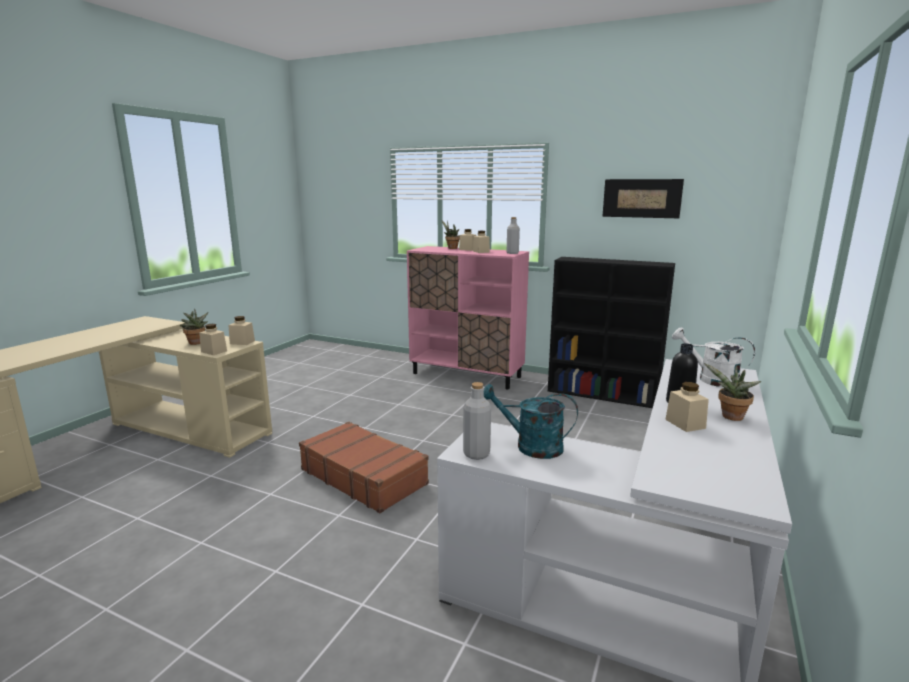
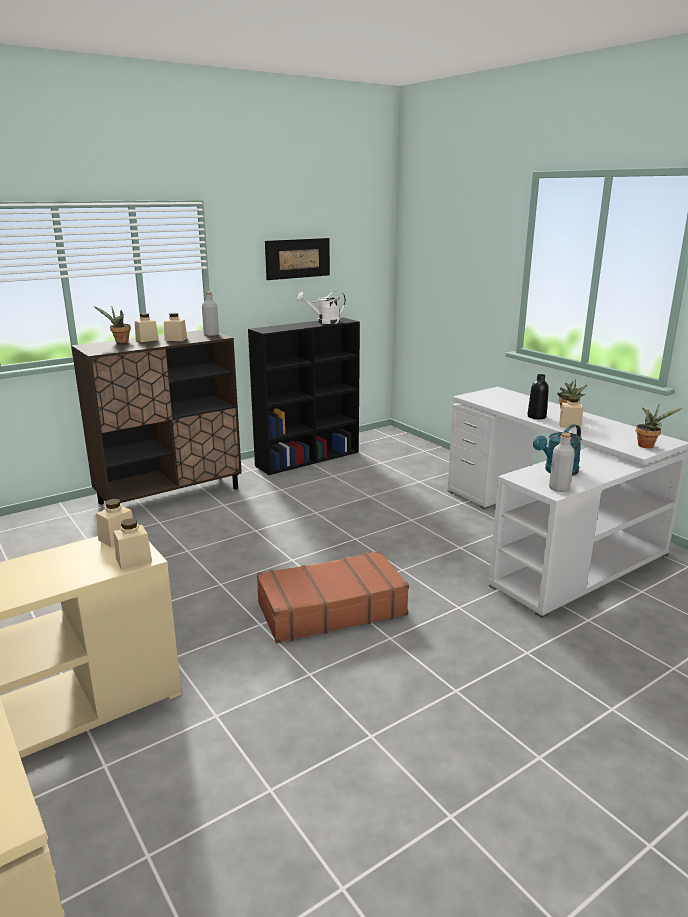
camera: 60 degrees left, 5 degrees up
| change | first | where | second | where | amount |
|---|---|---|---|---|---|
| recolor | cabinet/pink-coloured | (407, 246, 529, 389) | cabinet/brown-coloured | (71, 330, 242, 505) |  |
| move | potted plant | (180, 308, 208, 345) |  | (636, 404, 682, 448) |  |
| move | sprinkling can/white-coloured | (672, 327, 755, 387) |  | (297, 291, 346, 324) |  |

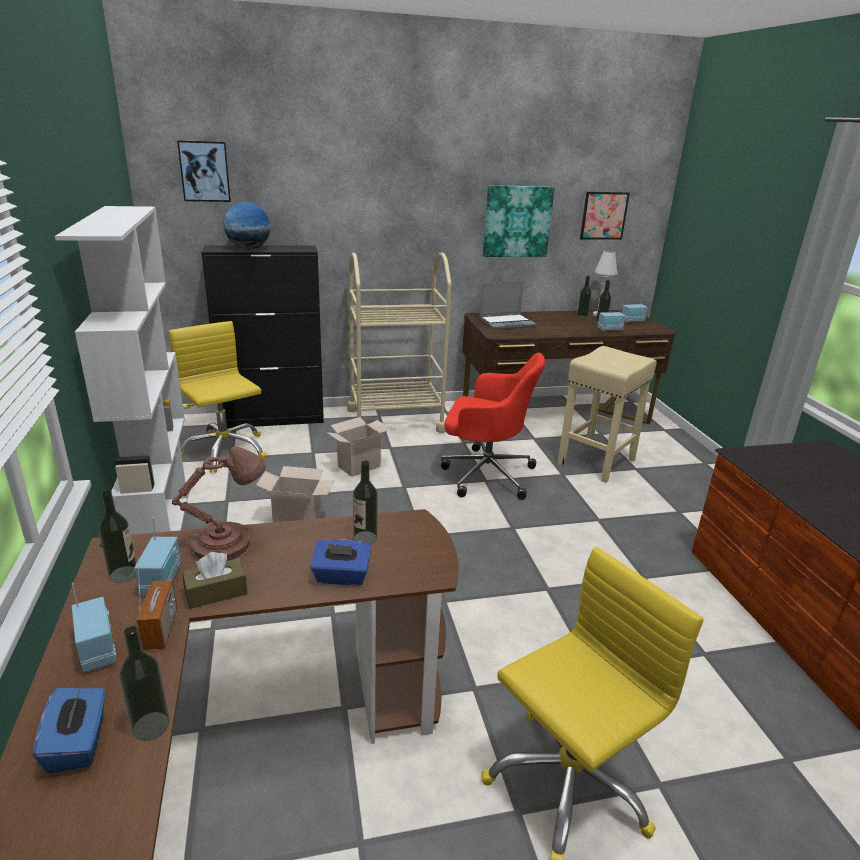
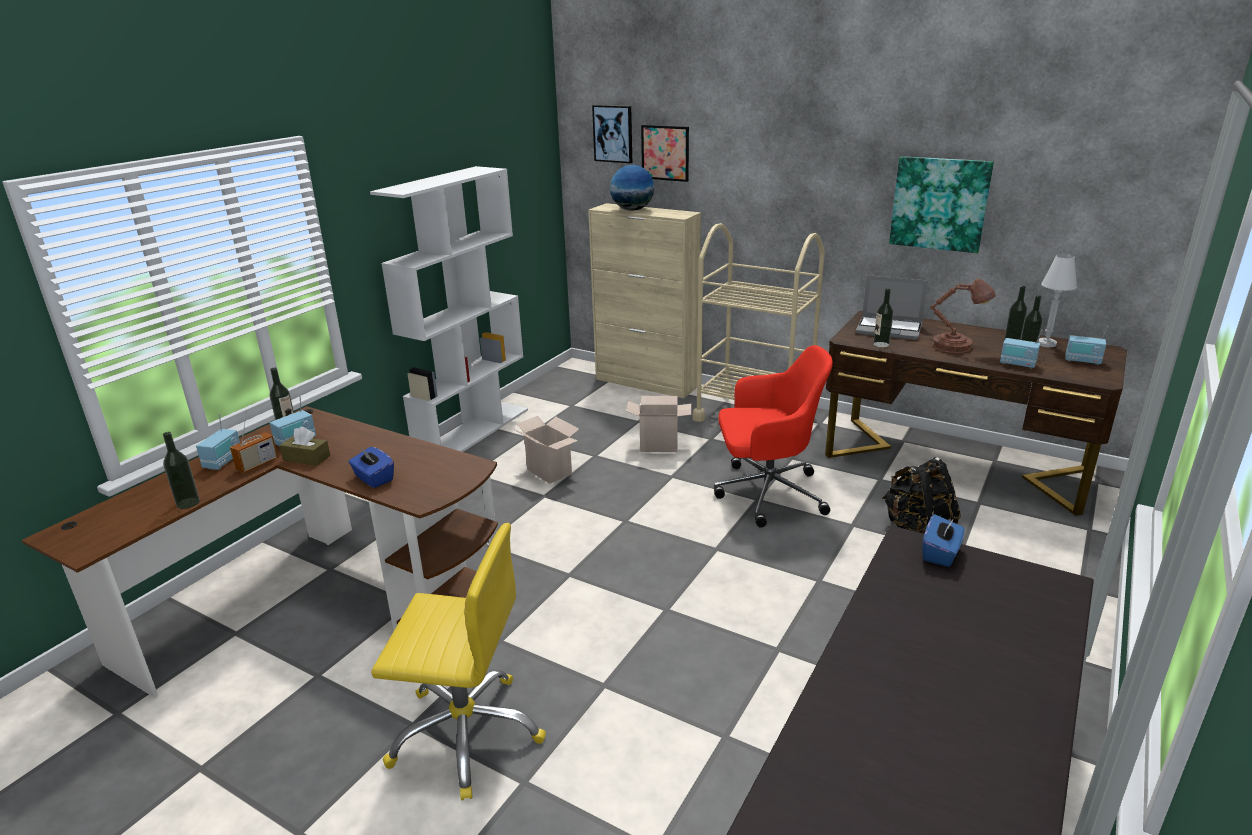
camera: 45 degrees right, 0 degrees up
| change | first | where | second | where | amount |
|---|---|---|---|---|---|
| move | wall art | (580, 192, 630, 240) |  | (641, 125, 689, 182) |  |
| recolor | cabinet/black | (201, 245, 324, 428) | cabinet/sand-coloured | (588, 203, 701, 398) |  |
| delete | office chair/yellow-coloured | (168, 321, 267, 473) |  |  |  |
| replace | stool seat/sand-coloured | (557, 346, 657, 483) | backpack/black | (882, 457, 961, 534) |  |
| rotate | office chair/reddish | (441, 353, 545, 500) |  | (714, 345, 833, 528) | 60 degrees counterclockwise |
| move | table lamp/brown-coloured | (172, 447, 266, 561) |  | (930, 279, 995, 353) |  |
| move | beverage bottle | (353, 461, 378, 544) |  | (873, 289, 893, 348) |  |
| move | tissue box/bluish | (33, 687, 105, 774) |  | (922, 514, 964, 567) |  |

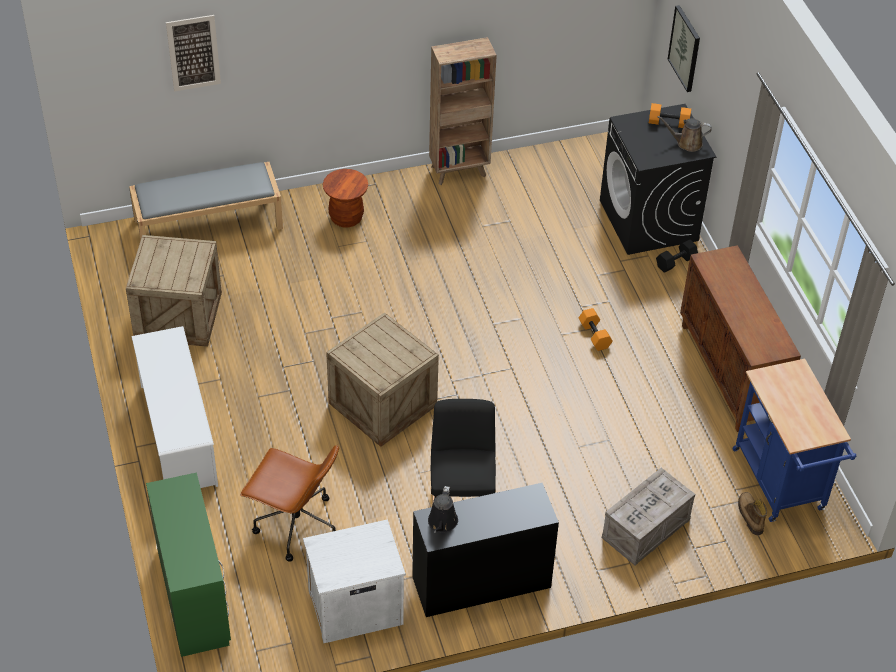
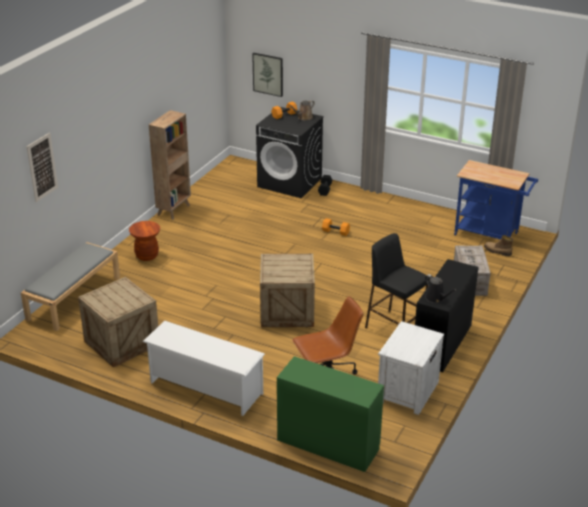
camera: 45 degrees left, 15 degrees down
| change | first | where | second | where | amount |
|---|---|---|---|---|---|
| delete | cabinet/brown-coloured | (680, 245, 801, 432) |  |  |  |

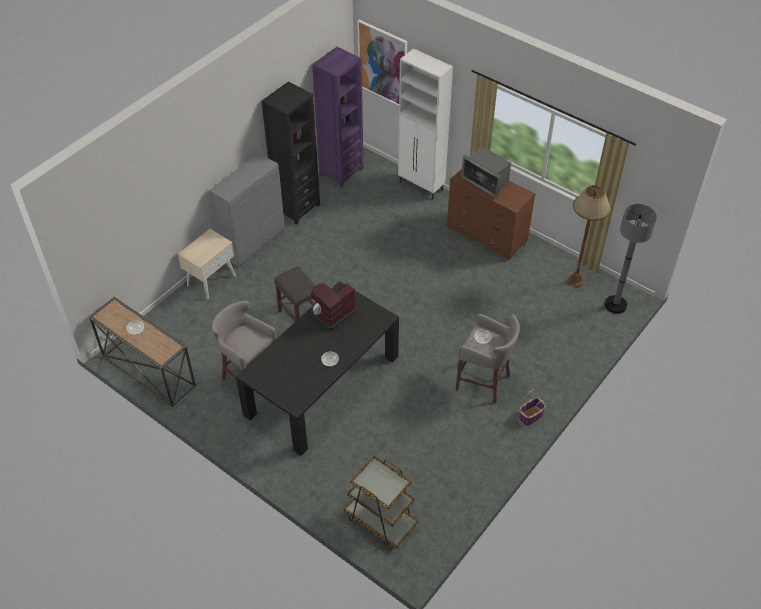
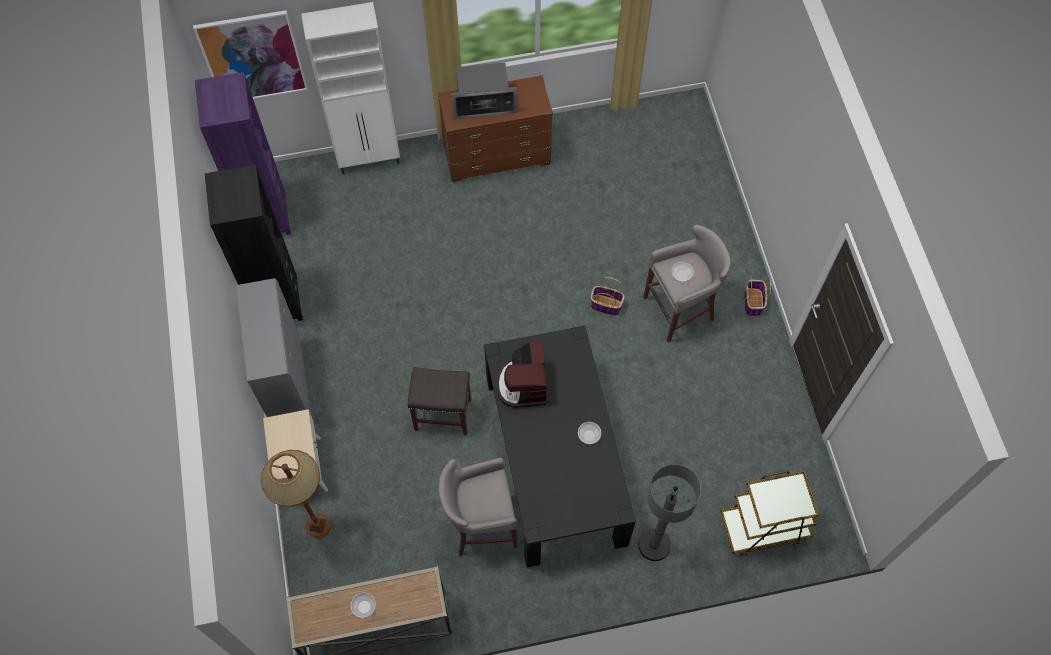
camera: 50 degrees left, 15 degrees up
| change | first | where | second | where | amount |
|---|---|---|---|---|---|
| move | floor lamp/brown-coloured | (567, 185, 611, 288) |  | (261, 450, 331, 539) |  |
| move | floor lamp/grey | (605, 204, 657, 314) |  | (638, 464, 701, 561) |  |
| insert |  |  | basket | (591, 277, 625, 316) |  |

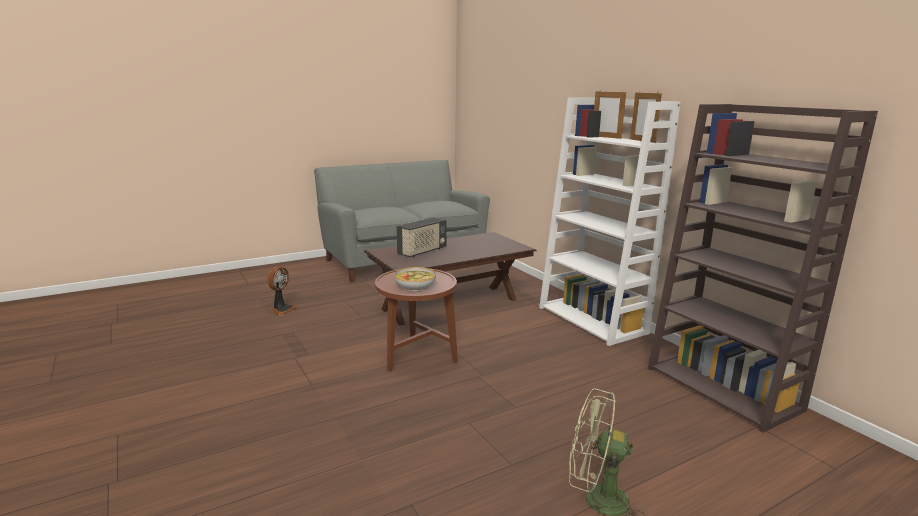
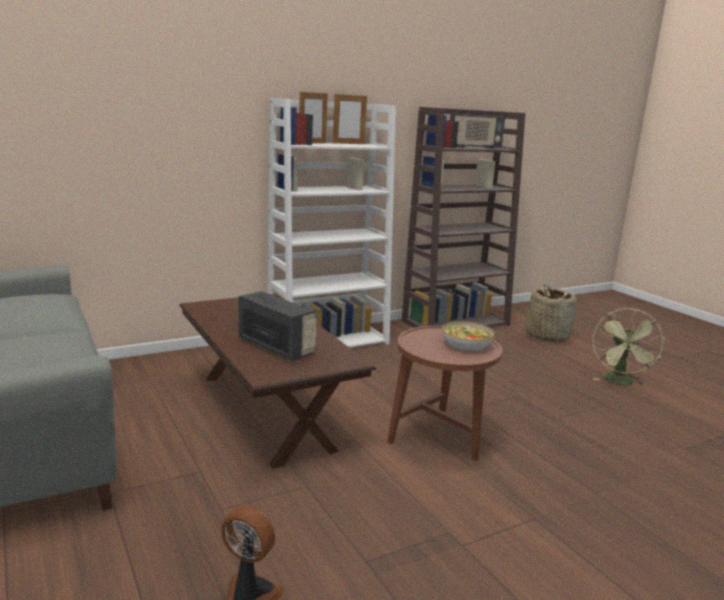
camera: 90 degrees left, 0 degrees up
| change | first | where | second | where | amount |
|---|---|---|---|---|---|
| insert |  |  | radio receiver | (450, 114, 505, 149) |  |
| insert |  |  | basket | (525, 284, 576, 342) |  |

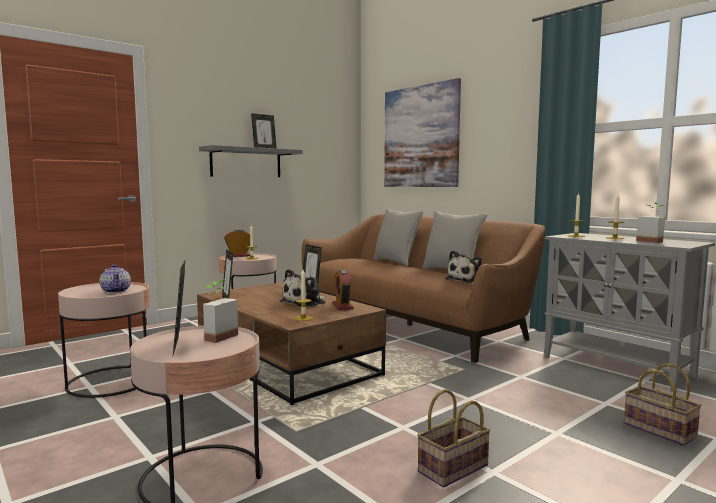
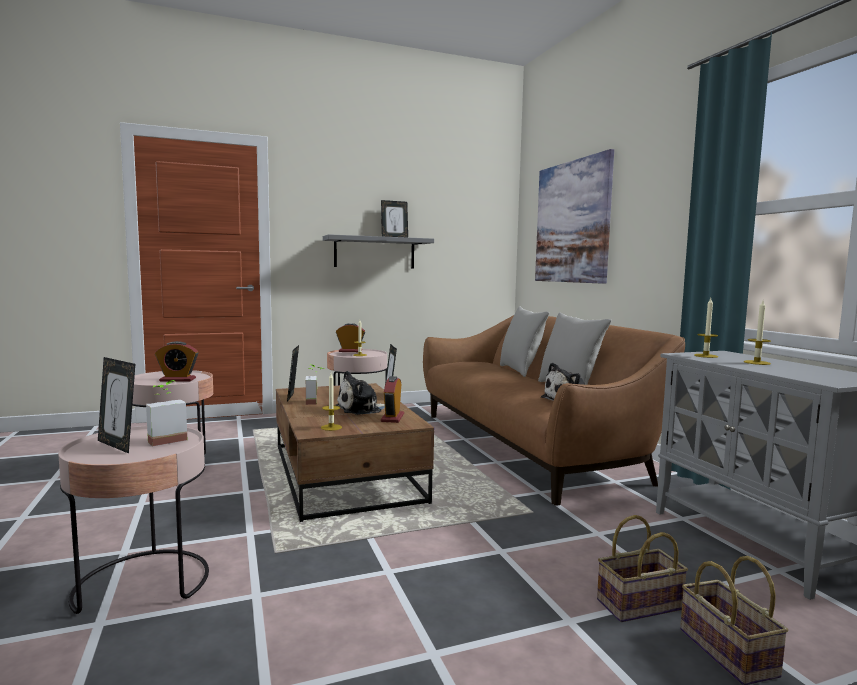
camera: 20 degrees right, 0 degrees up
| change | first | where | second | where | amount |
|---|---|---|---|---|---|
| move | potted plant | (636, 203, 665, 243) |  | (306, 364, 322, 405) |  |
| rotate | standing frame | (173, 259, 186, 355) |  | (98, 357, 135, 454) | 60 degrees counterclockwise |
| replace | teapot | (100, 264, 131, 293) | alarm clock | (155, 341, 198, 382) |  |
| move | basket | (417, 389, 490, 488) |  | (597, 515, 688, 622) |  |

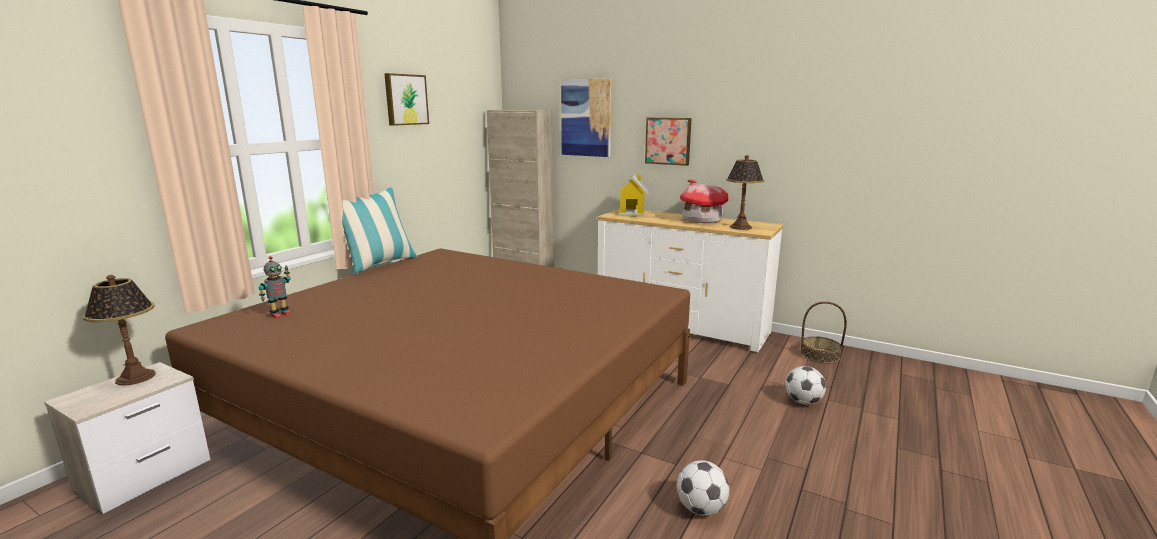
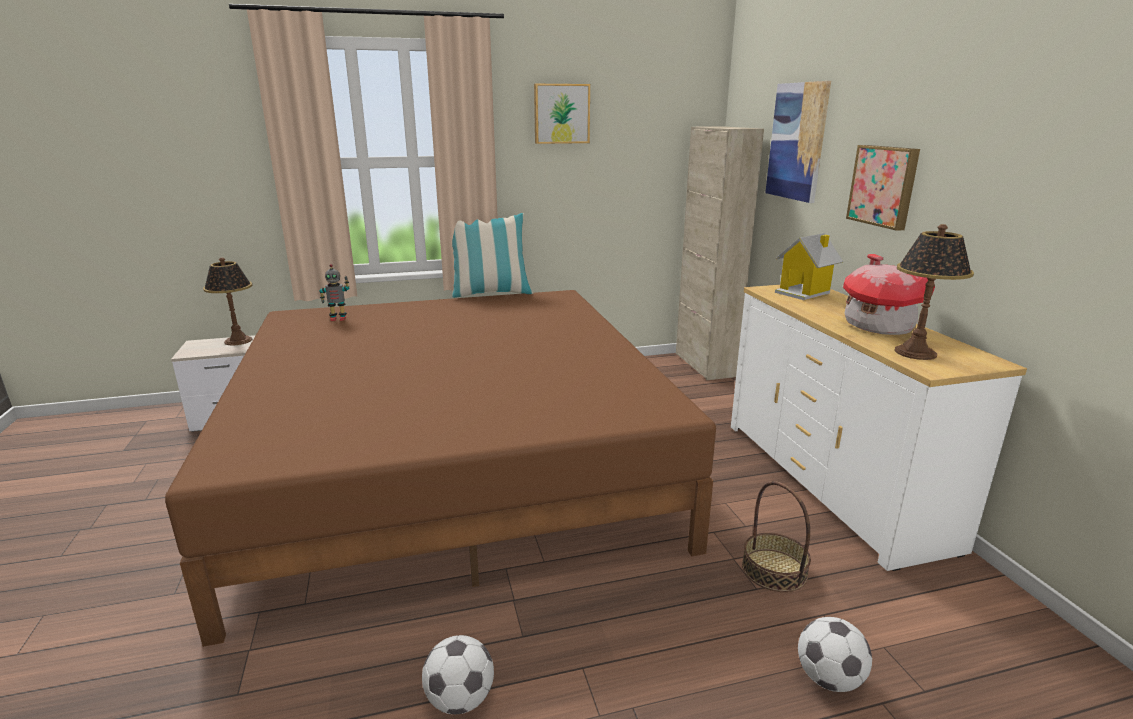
camera: 45 degrees right, 5 degrees up
| change | first | where | second | where | amount |
|---|---|---|---|---|---|
| move | basket | (801, 301, 847, 364) |  | (742, 481, 811, 592) |  |

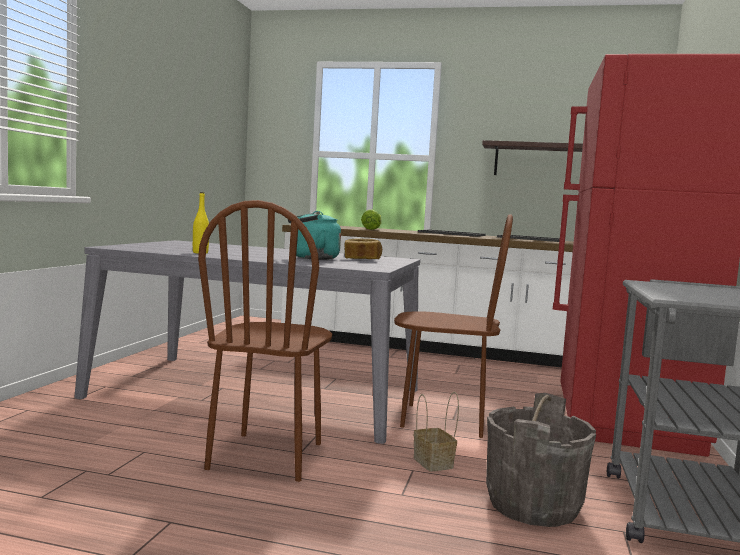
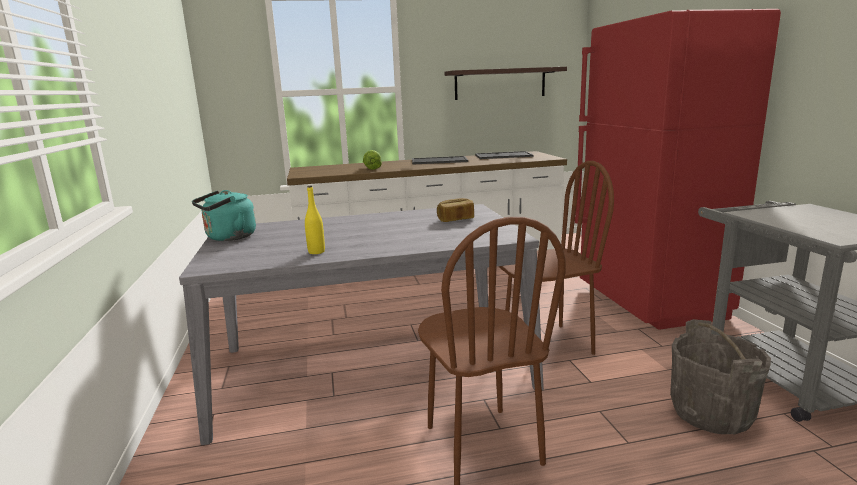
camera: 25 degrees left, 10 degrees up
| change | first | where | second | where | amount |
|---|---|---|---|---|---|
| move | tea kettle/blue-green | (288, 211, 341, 260) |  | (192, 190, 256, 241) |  |
| delete | basket | (414, 392, 459, 472) |  |  |  |

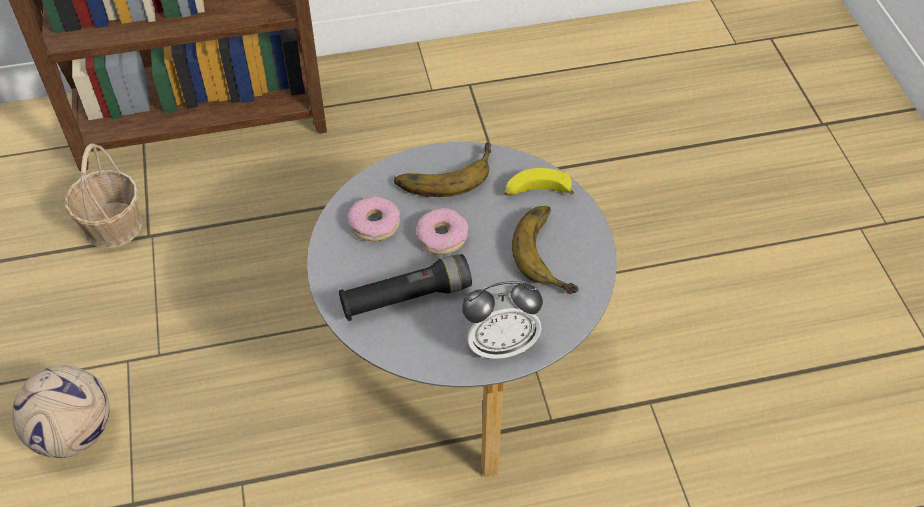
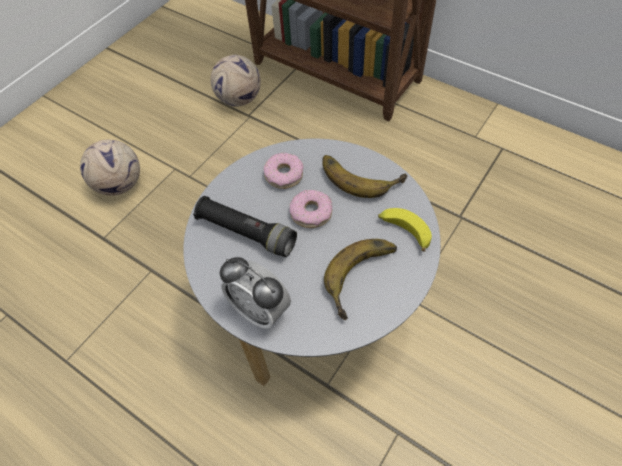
camera: 50 degrees right, 5 degrees up
| change | first | where | second | where | amount |
|---|---|---|---|---|---|
| replace | basket | (65, 144, 142, 249) | football | (210, 55, 261, 106) |  |

